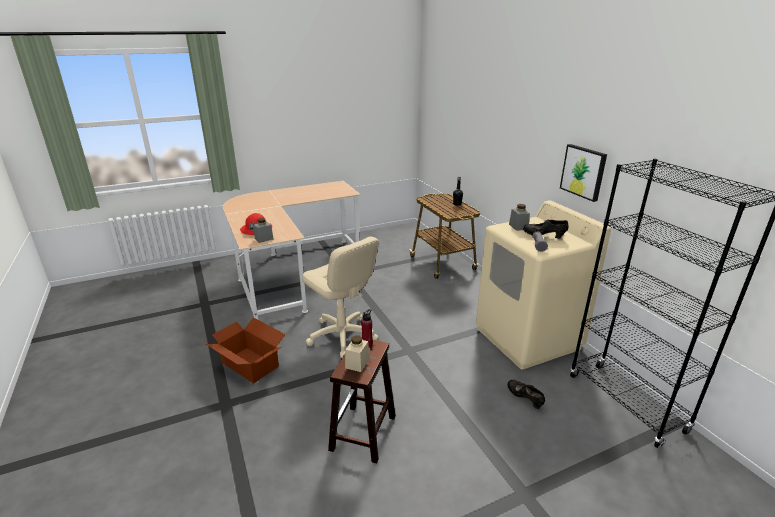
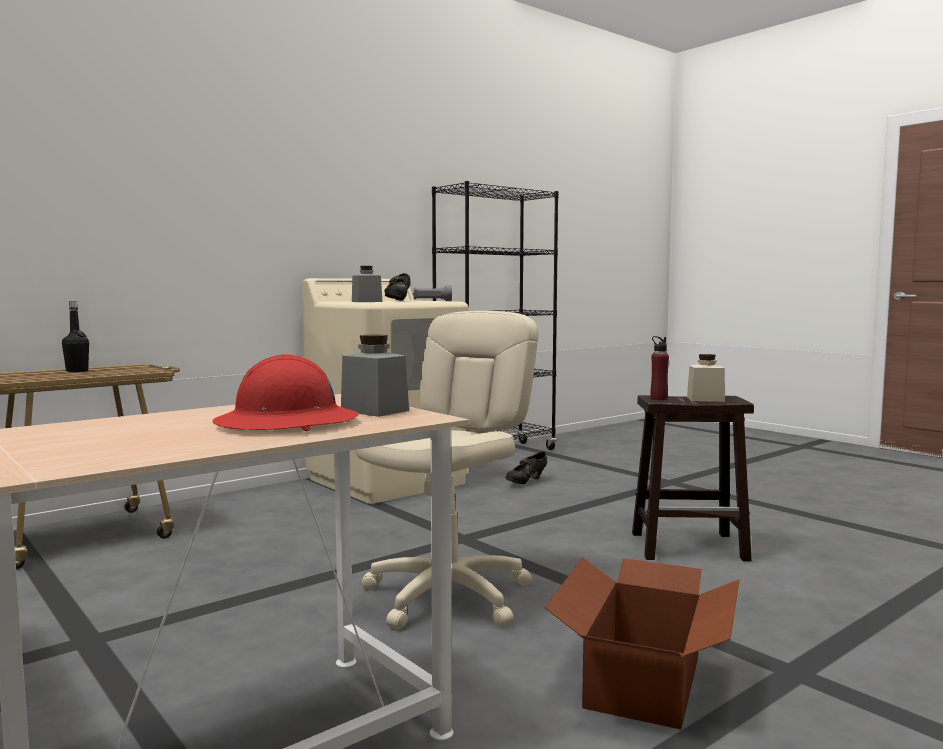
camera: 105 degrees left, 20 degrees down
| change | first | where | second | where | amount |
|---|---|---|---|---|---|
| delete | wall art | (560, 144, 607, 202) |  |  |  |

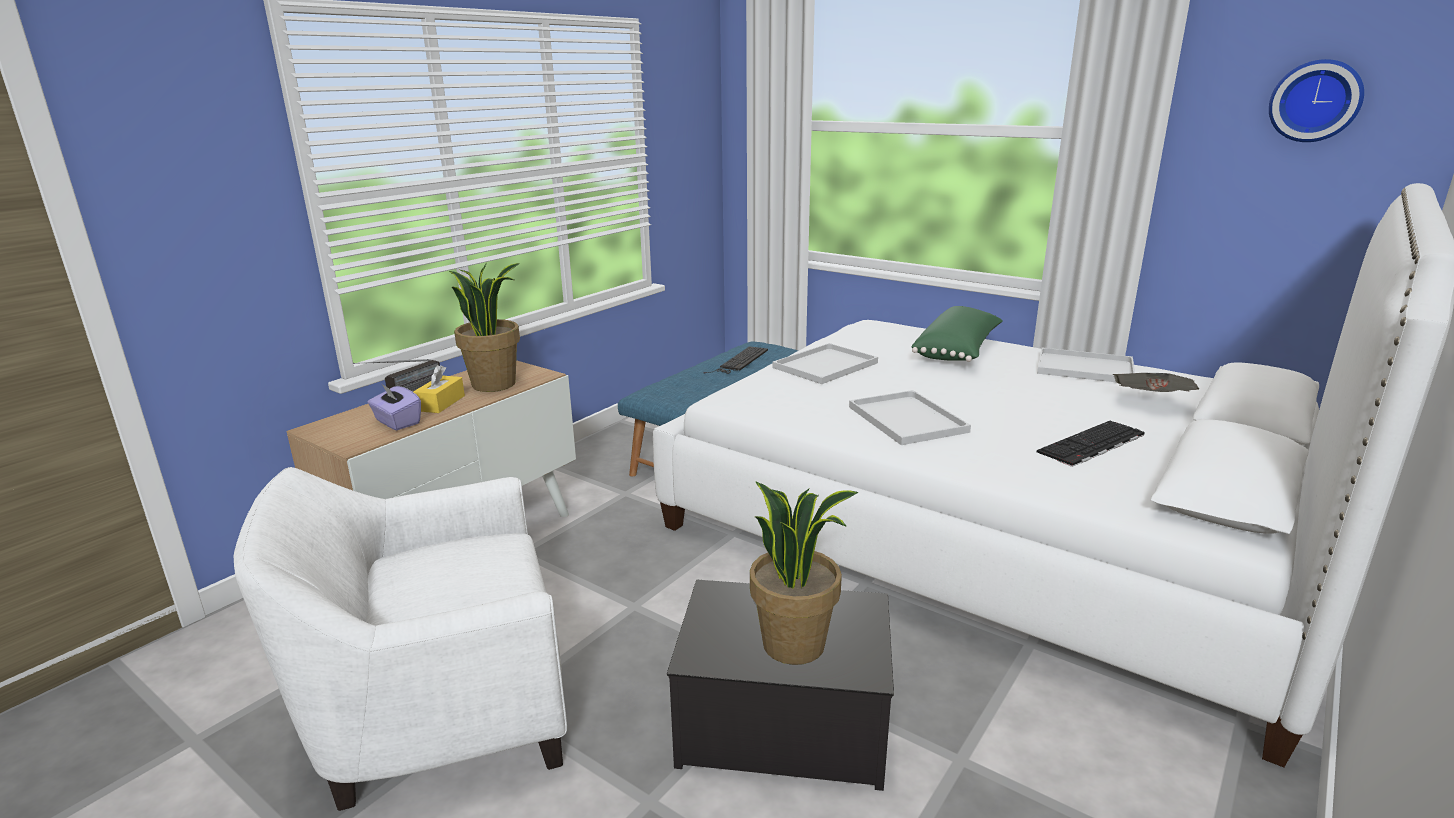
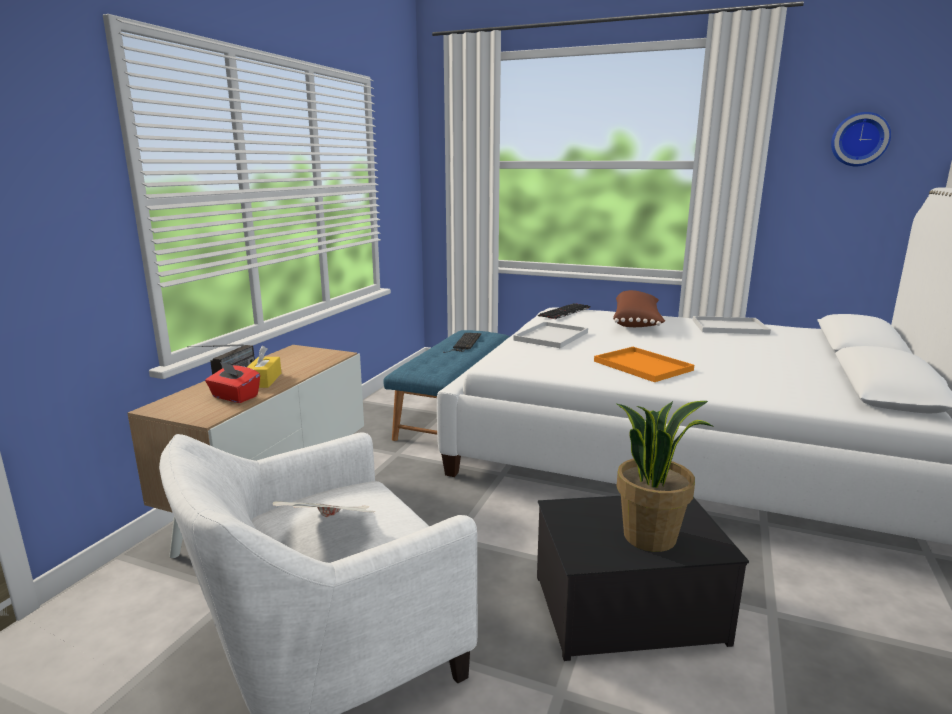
camera: 15 degrees left, 5 degrees down
| change | first | where | second | where | amount |
|---|---|---|---|---|---|
| delete | potted plant | (449, 263, 520, 392) |  |  |  |
| recolor | throw pillow/green-coloured | (911, 306, 1003, 362) | throw pillow/brown-coloured | (613, 290, 665, 327) |  |
| move | newspaper | (1113, 373, 1200, 392) |  | (273, 501, 376, 517) |  |
| recolor | tissue box/purple | (367, 383, 421, 430) | tissue box/reddish | (205, 362, 260, 403) |  |
| recolor | serving tray/white-coloured | (849, 390, 971, 445) | serving tray/orange-coloured | (594, 347, 694, 382) |  |
| move | computer keyboard | (1037, 421, 1145, 467) |  | (538, 303, 591, 319) |  |

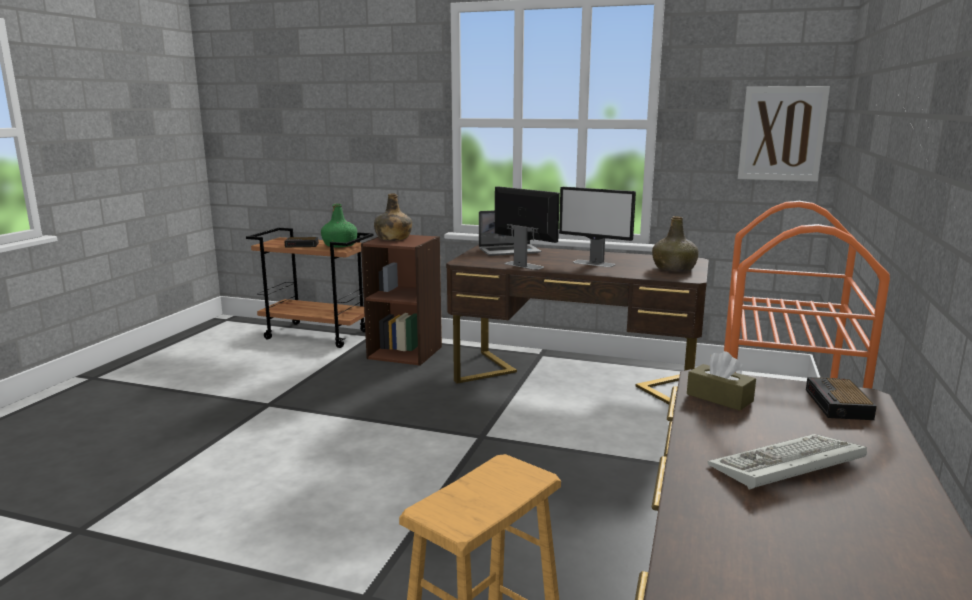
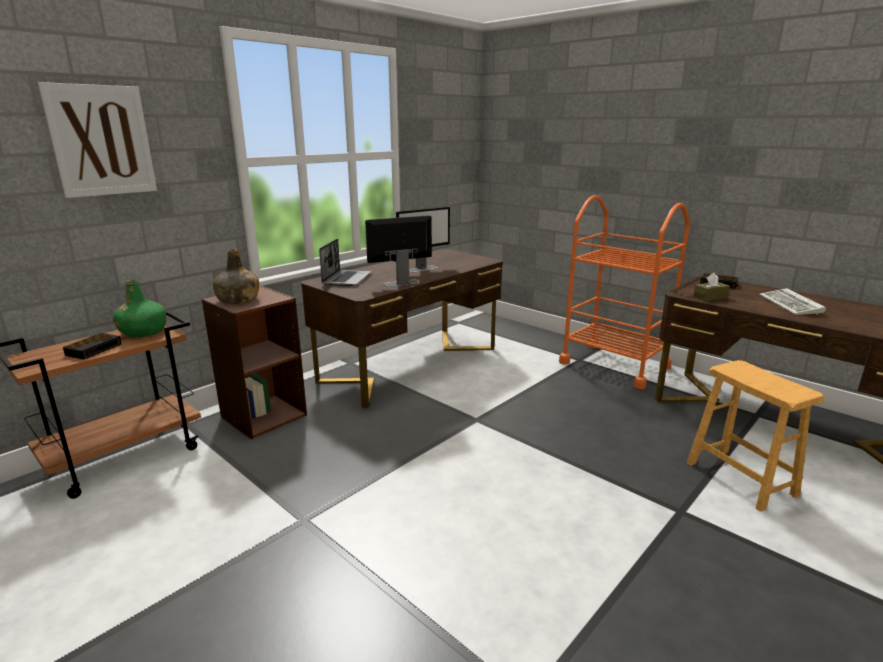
camera: 65 degrees left, 5 degrees up
| change | first | where | second | where | amount |
|---|---|---|---|---|---|
| move | wall art | (738, 86, 830, 182) |  | (38, 82, 157, 198) |  |
| delete | beverage bottle/green-coloured | (652, 216, 699, 272) |  |  |  |

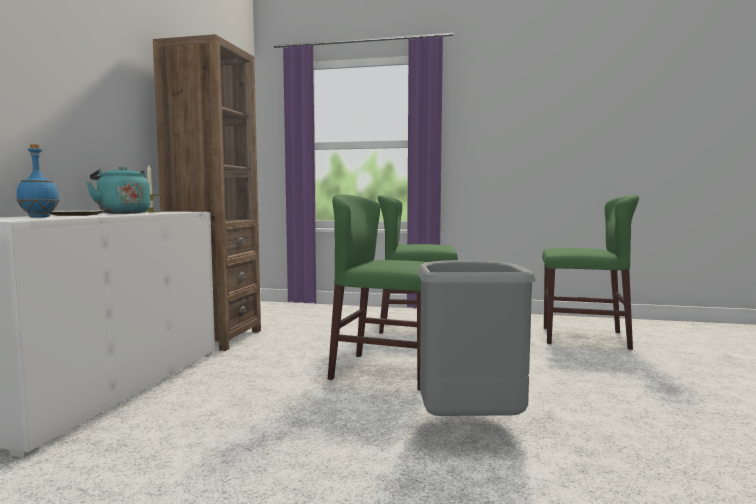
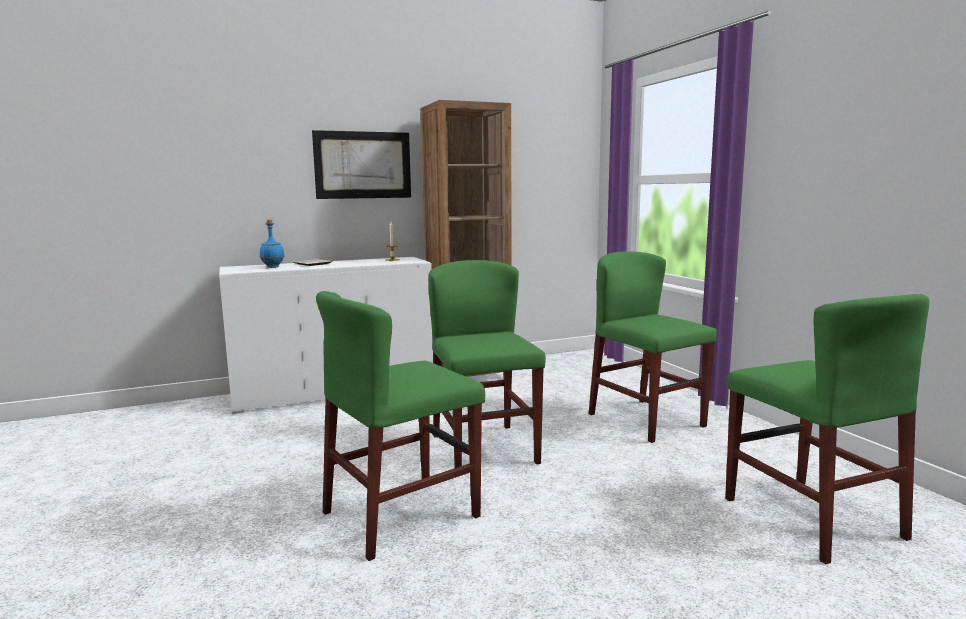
camera: 55 degrees right, 5 degrees up
| change | first | where | second | where | amount |
|---|---|---|---|---|---|
| delete | tea kettle/blue-green | (86, 166, 150, 214) |  |  |  |
| replace | rubbish bin/grey | (417, 260, 536, 416) | plain chair/green-coloured | (316, 291, 485, 561) |  |
| insert |  |  | wall art | (312, 130, 411, 199) |  |

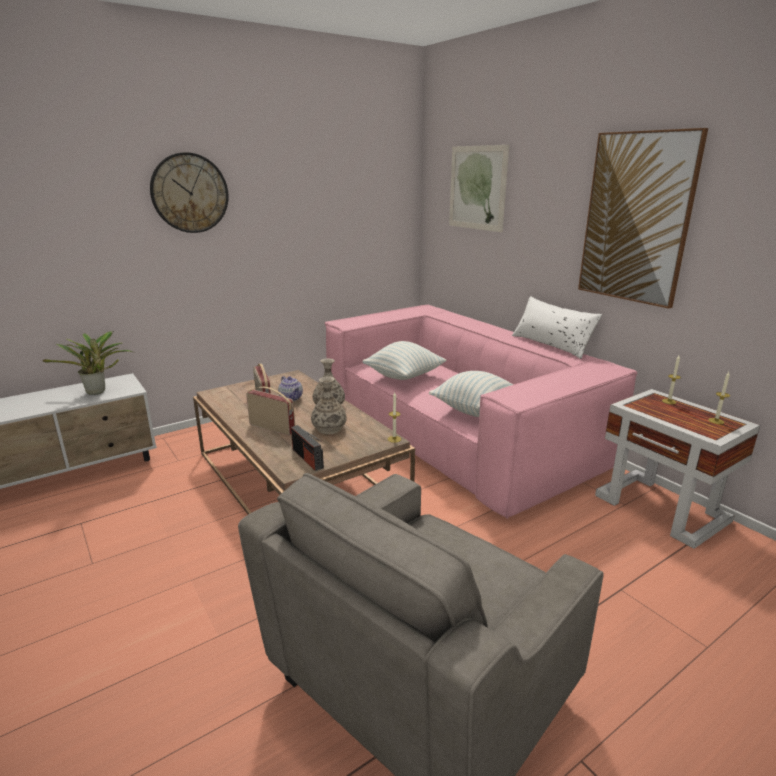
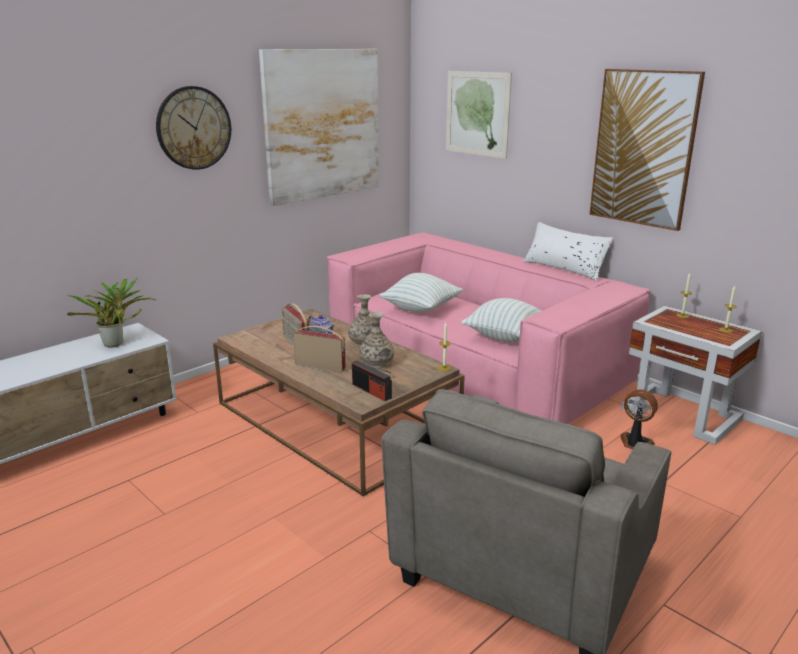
camera: 10 degrees left, 0 degrees up
| change | first | where | second | where | amount |
|---|---|---|---|---|---|
| insert |  |  | wall art | (259, 49, 379, 206) |  |
| insert |  |  | fan | (621, 389, 658, 449) |  |

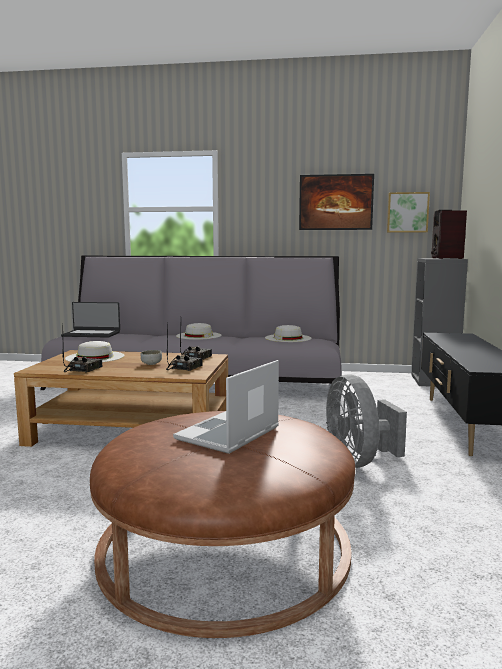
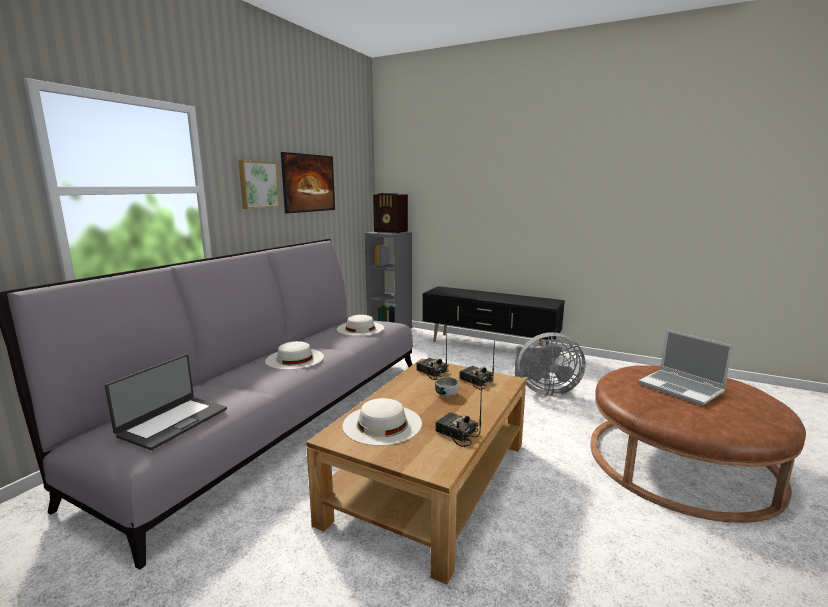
camera: 70 degrees left, 5 degrees up
| change | first | where | second | where | amount |
|---|---|---|---|---|---|
| move | wall art | (387, 192, 430, 233) |  | (238, 160, 280, 209) |  |

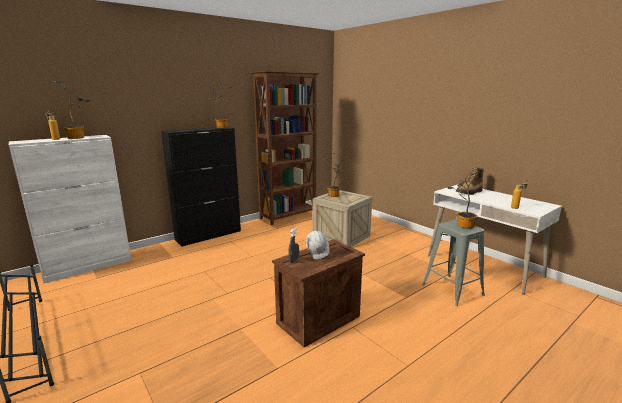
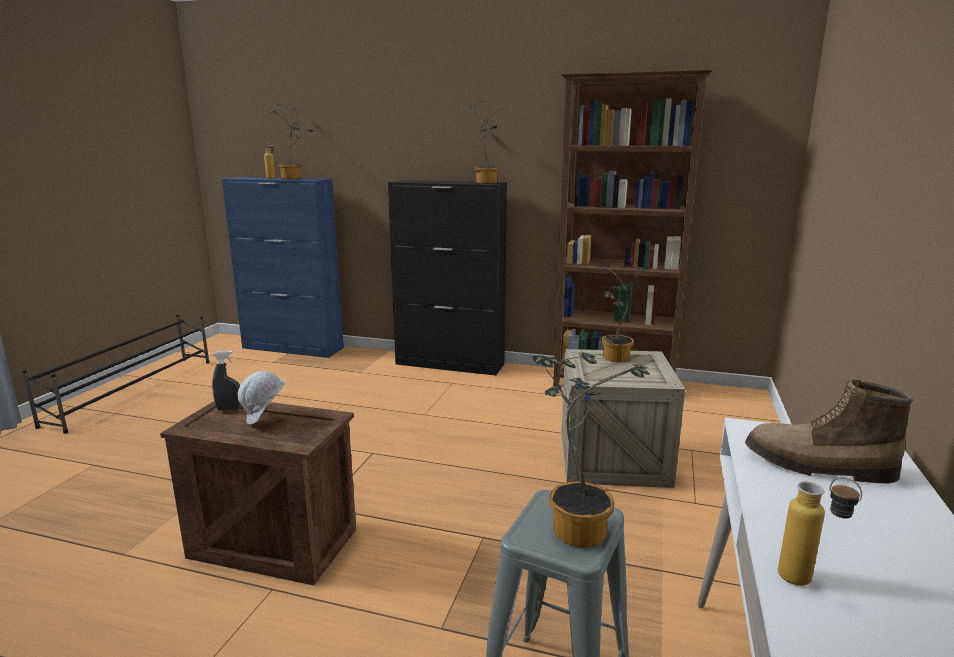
camera: 55 degrees right, 0 degrees up
| change | first | where | second | where | amount |
|---|---|---|---|---|---|
| recolor | cabinet/white-coloured | (9, 135, 131, 283) | cabinet/bluish | (222, 177, 344, 358) |  |

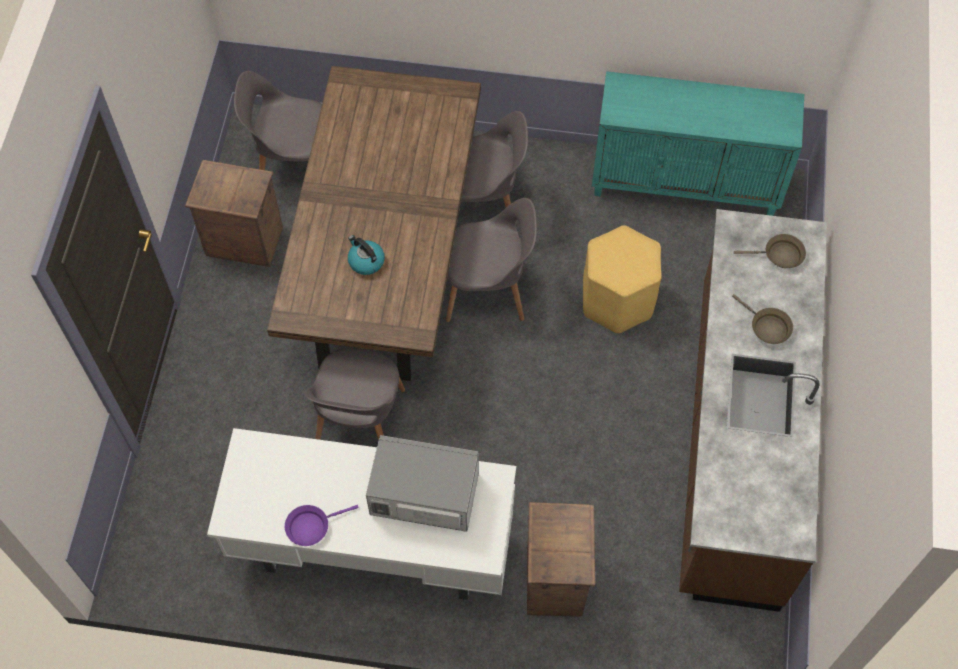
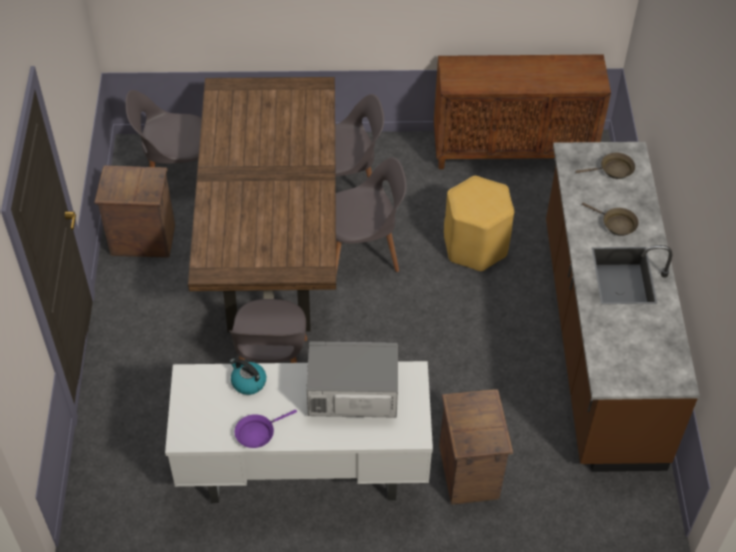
camera: 10 degrees left, 10 degrees down
| change | first | where | second | where | amount |
|---|---|---|---|---|---|
| recolor | cabinet/blue-green | (592, 71, 804, 216) | cabinet/brown-coloured | (434, 54, 611, 169) |  |
| move | tea kettle | (348, 235, 385, 275) |  | (229, 358, 266, 395) |  |

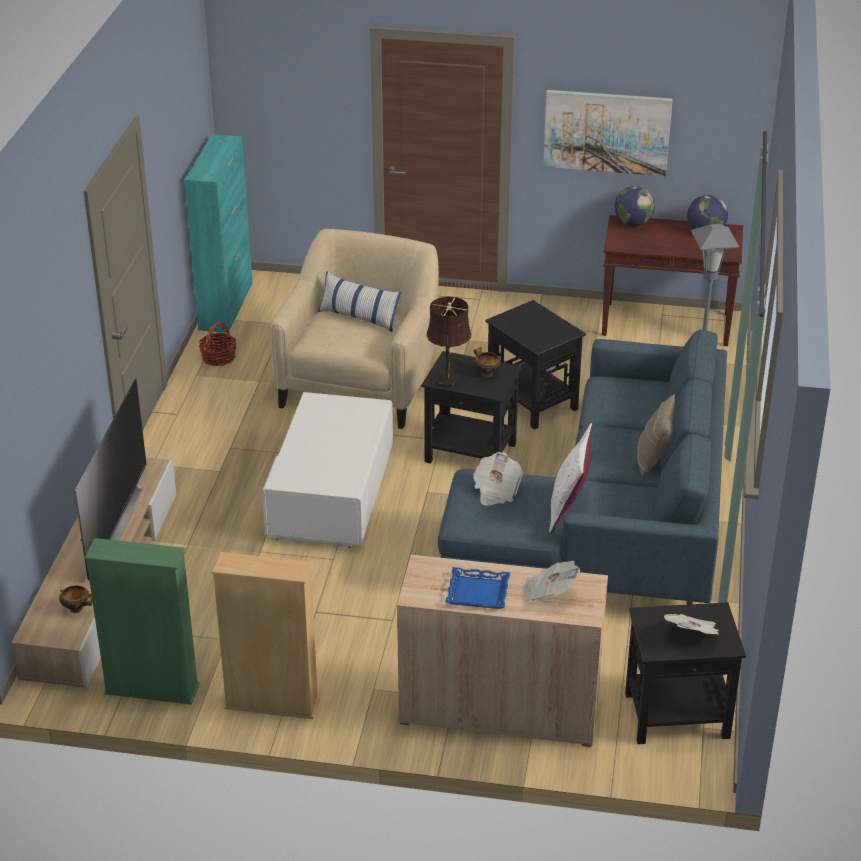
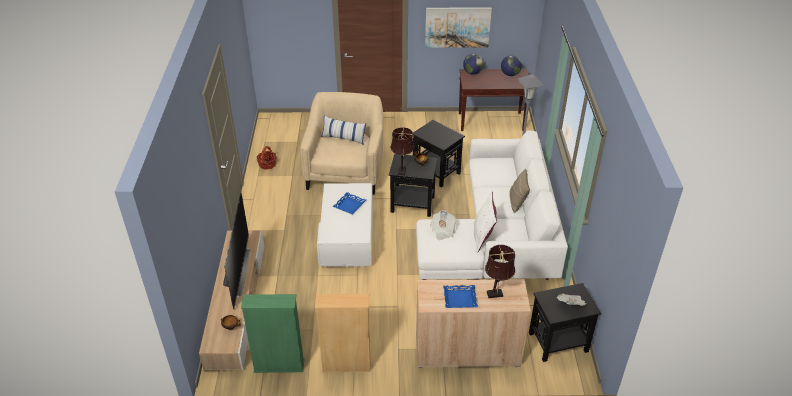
camera: 10 degrees left, 5 degrees up
| change | first | where | second | where | amount |
|---|---|---|---|---|---|
| delete | cabinet/blue-green | (185, 134, 253, 333) |  |  |  |
| recolor | couch/bluish | (438, 329, 727, 605) | couch/white-coloured | (416, 130, 568, 280) |  |
| replace | newspaper | (521, 561, 580, 602) | table lamp/brown-coloured | (485, 245, 515, 298) |  |
| insert |  |  | serving tray/bluish | (333, 192, 366, 215) |  |

